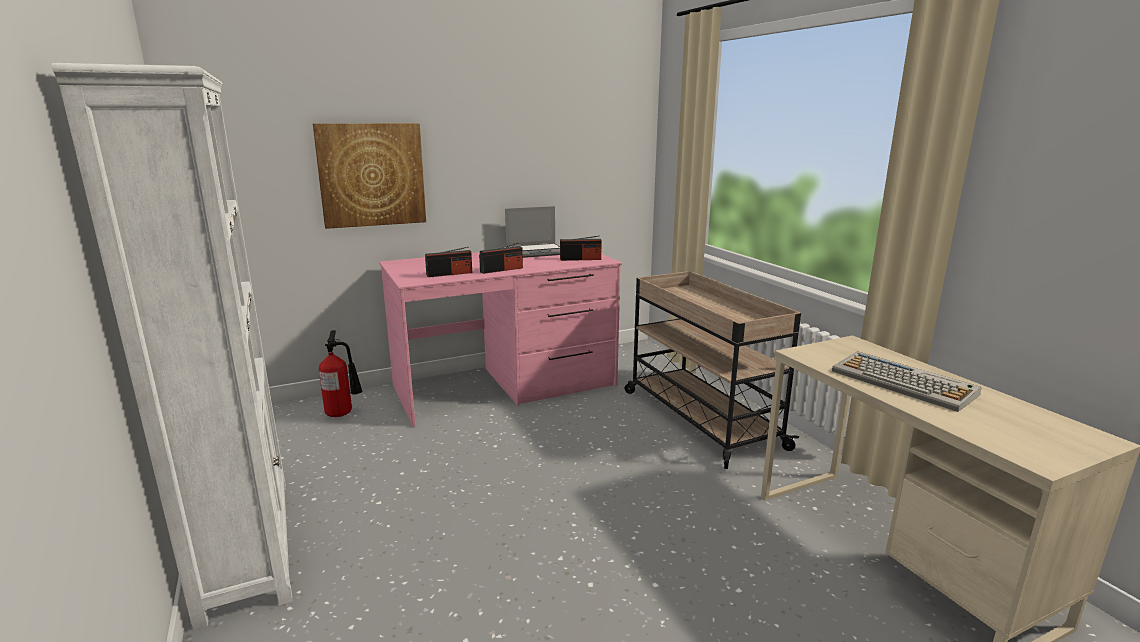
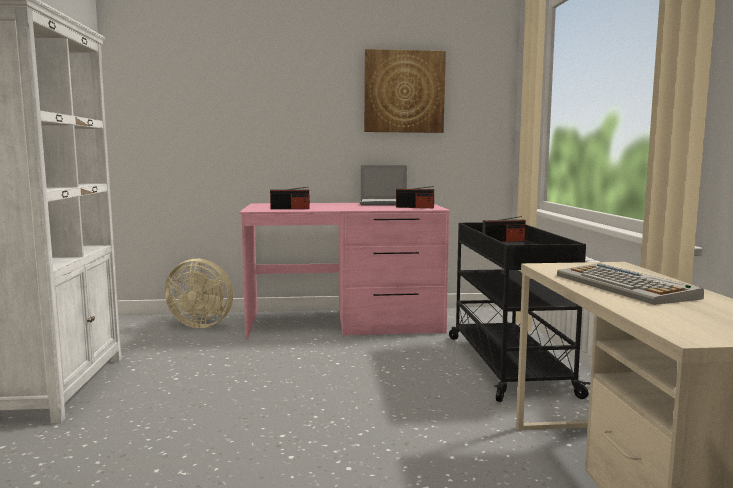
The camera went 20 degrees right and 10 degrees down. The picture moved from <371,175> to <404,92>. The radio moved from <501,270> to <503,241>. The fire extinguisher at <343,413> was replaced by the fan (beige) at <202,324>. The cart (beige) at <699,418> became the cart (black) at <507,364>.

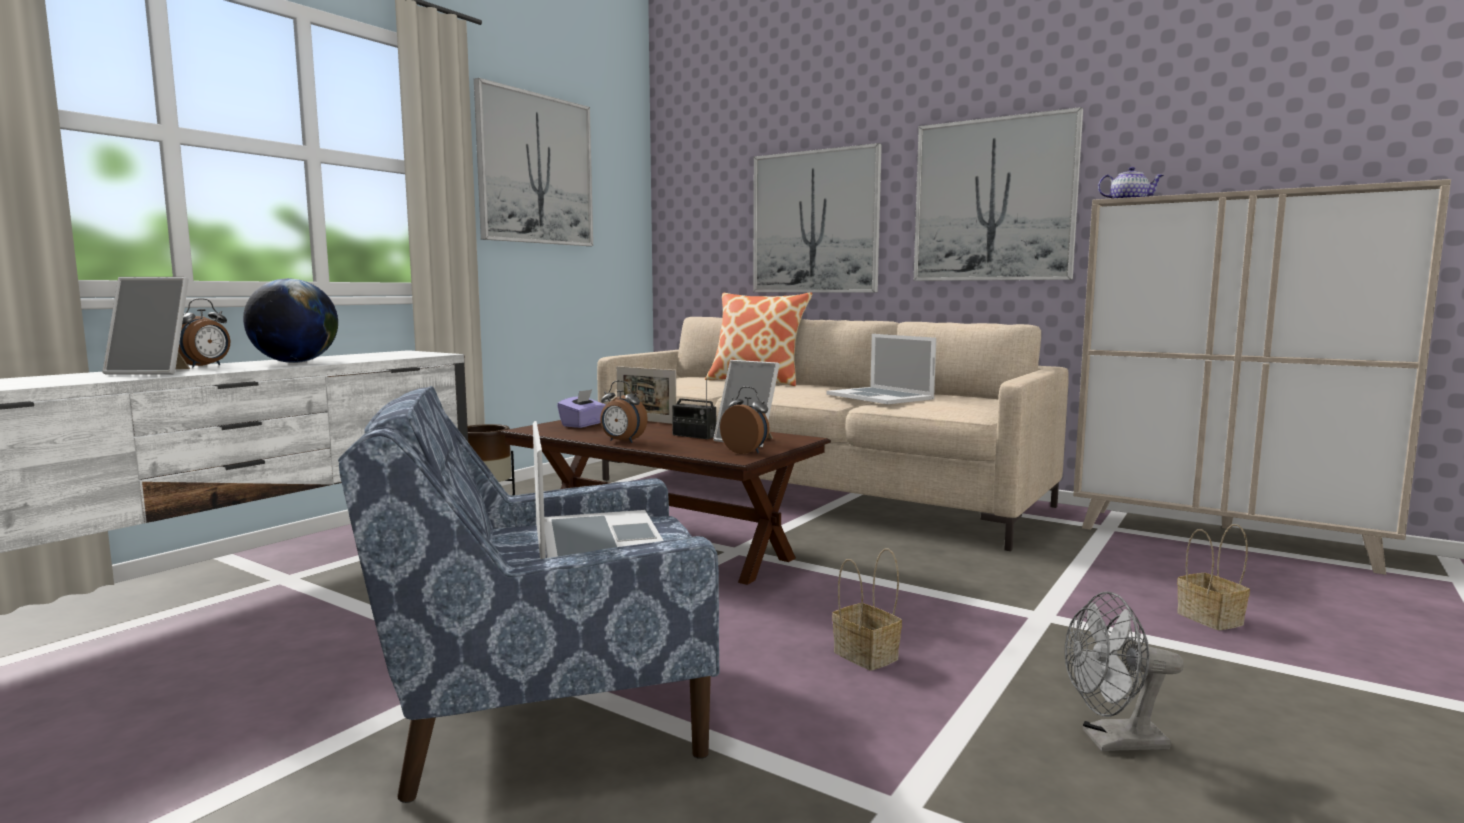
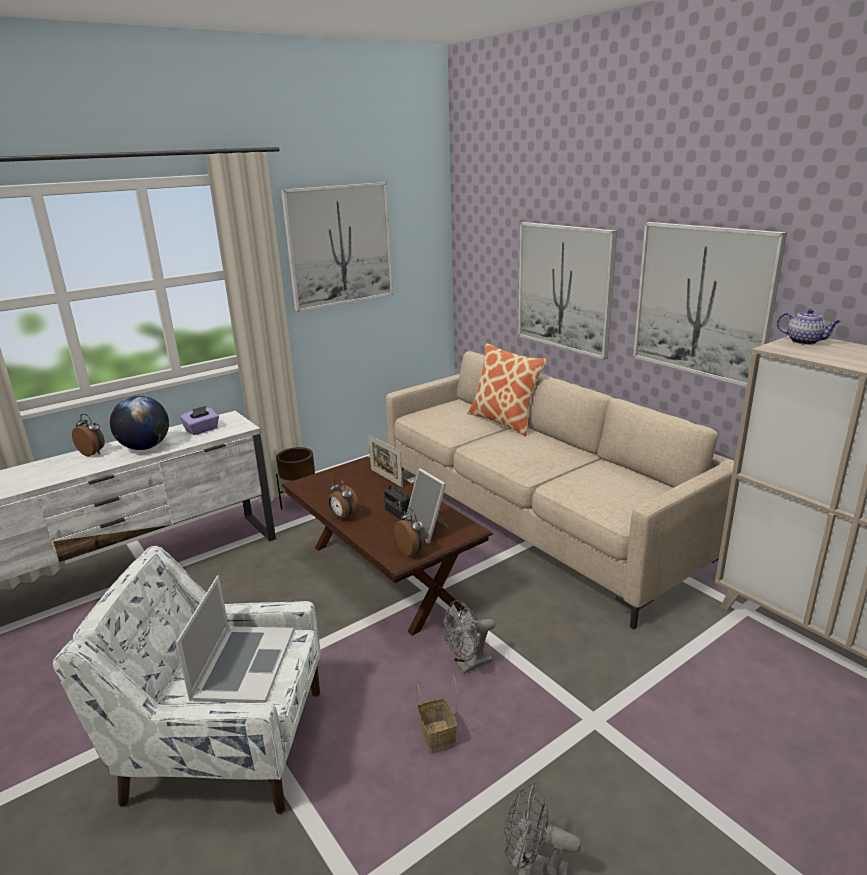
The camera went 20 degrees right and 15 degrees up. The picture frame at <155,372> disappeared. The laptop at <880,396> disappeared. The basket at <1212,619> disappeared. The fan (grey) at <468,664> appeared. The tissue box (purple) moved from <583,425> to <202,430>. The armchair (blue) at <546,710> became the armchair (white) at <224,743>. The alarm clock at <205,366> turned 105 degrees counterclockwise.

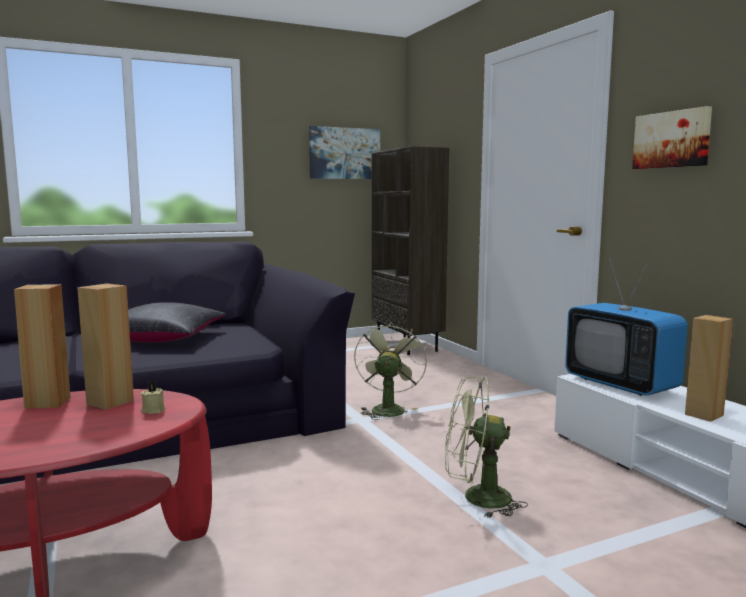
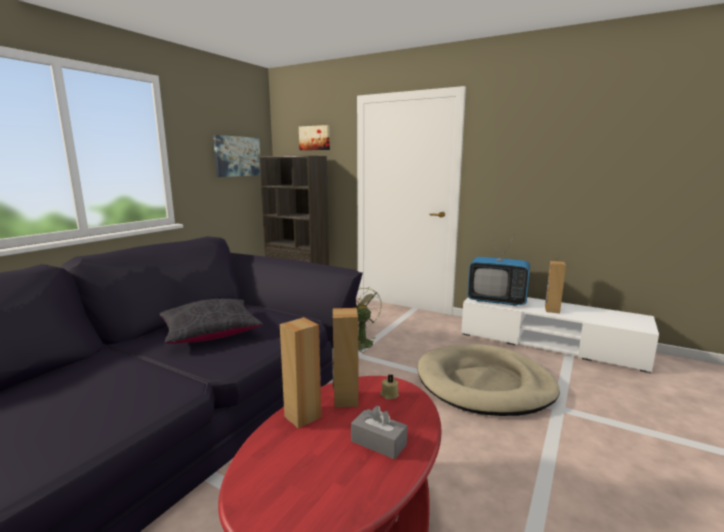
The camera went 35 degrees left and 5 degrees up. The tissue box (grey) at <378,443> appeared. The picture moved from <672,139> to <315,138>. The fan (green) at <476,499> was replaced by the dog bed (beige) at <484,384>.

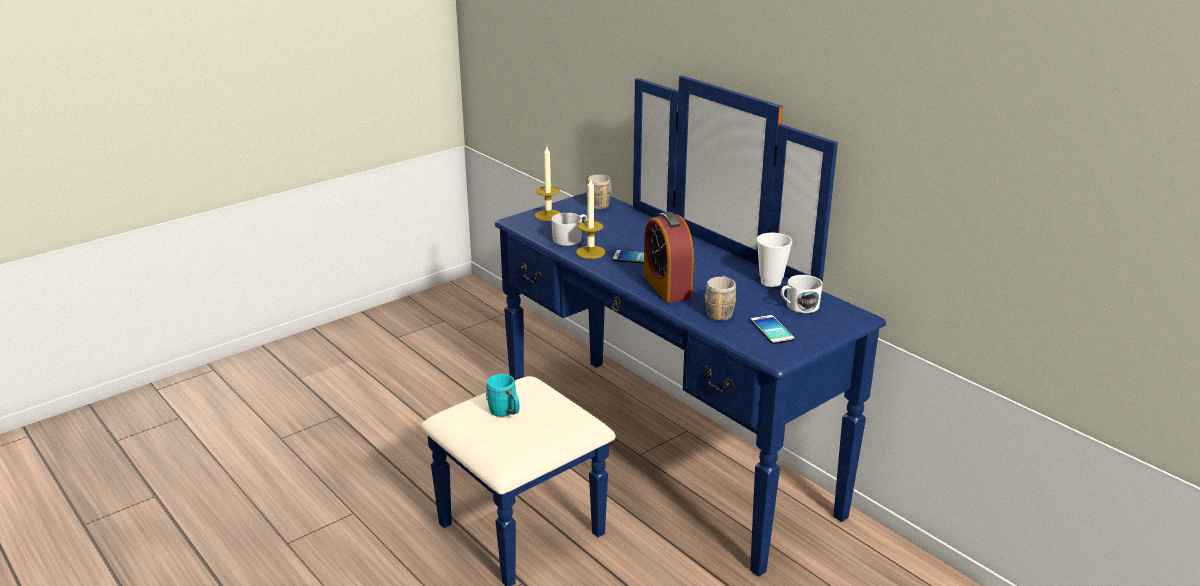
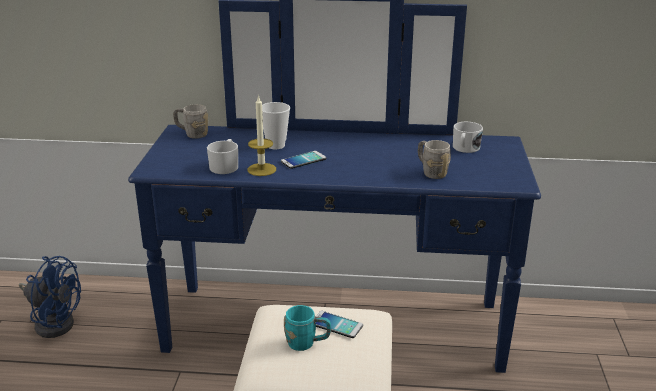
The camera went 45 degrees left and 0 degrees up. The candle at <548,215> disappeared. The alarm clock at <667,287> disappeared. The fan (blue) at <54,322> appeared. The phone moved from <771,330> to <336,325>. The cup moved from <770,282> to <276,145>.

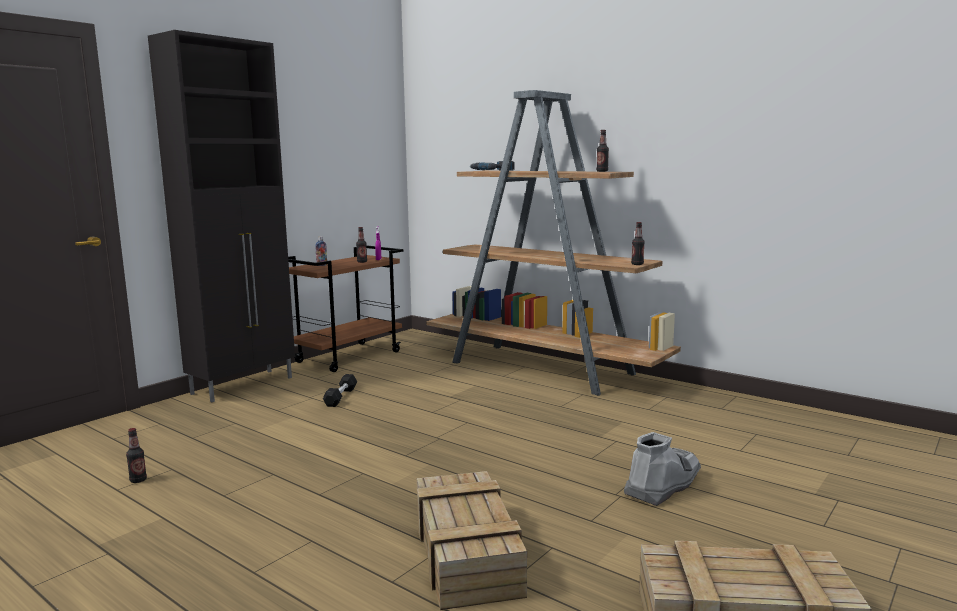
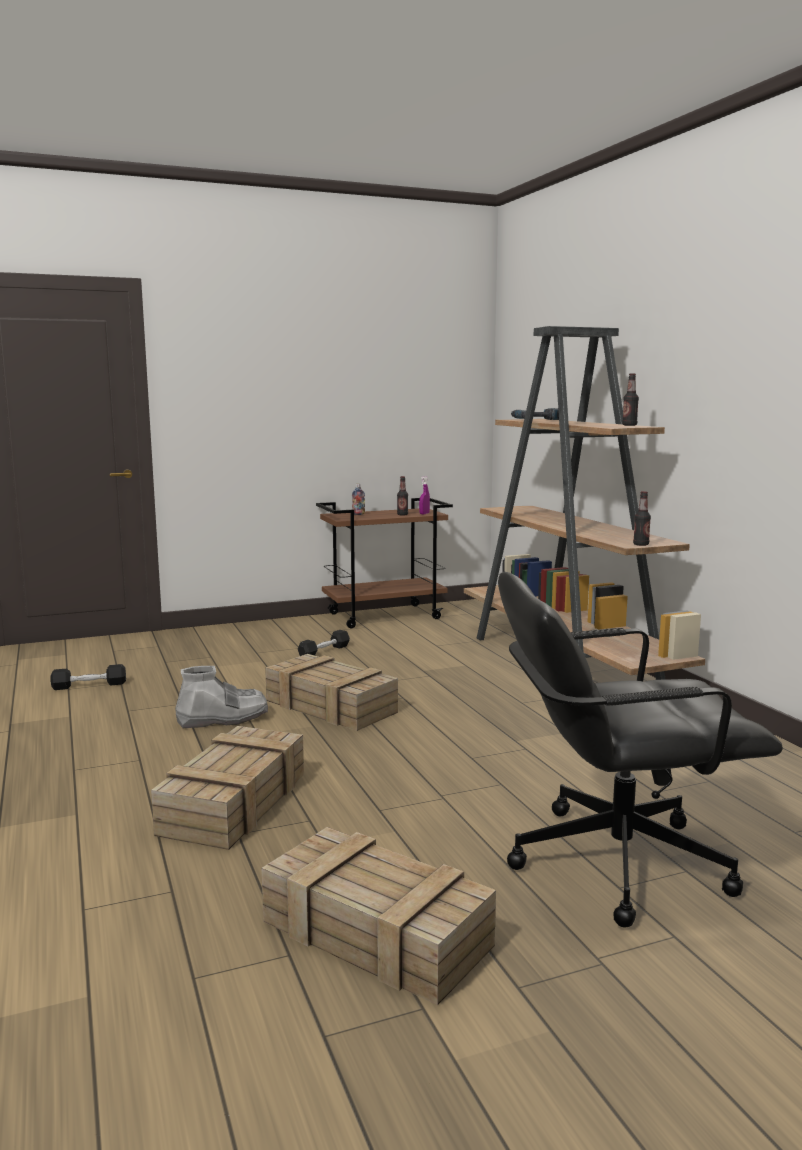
The camera went 30 degrees right and 0 degrees up. The cabinet (black) at <244,385> disappeared. The crate at <333,706> appeared. The office chair (black) at <615,861> appeared. The boot (grey) moved from <662,485> to <223,719>. The bottle at <138,480> was replaced by the dumbbell (black) at <89,685>.

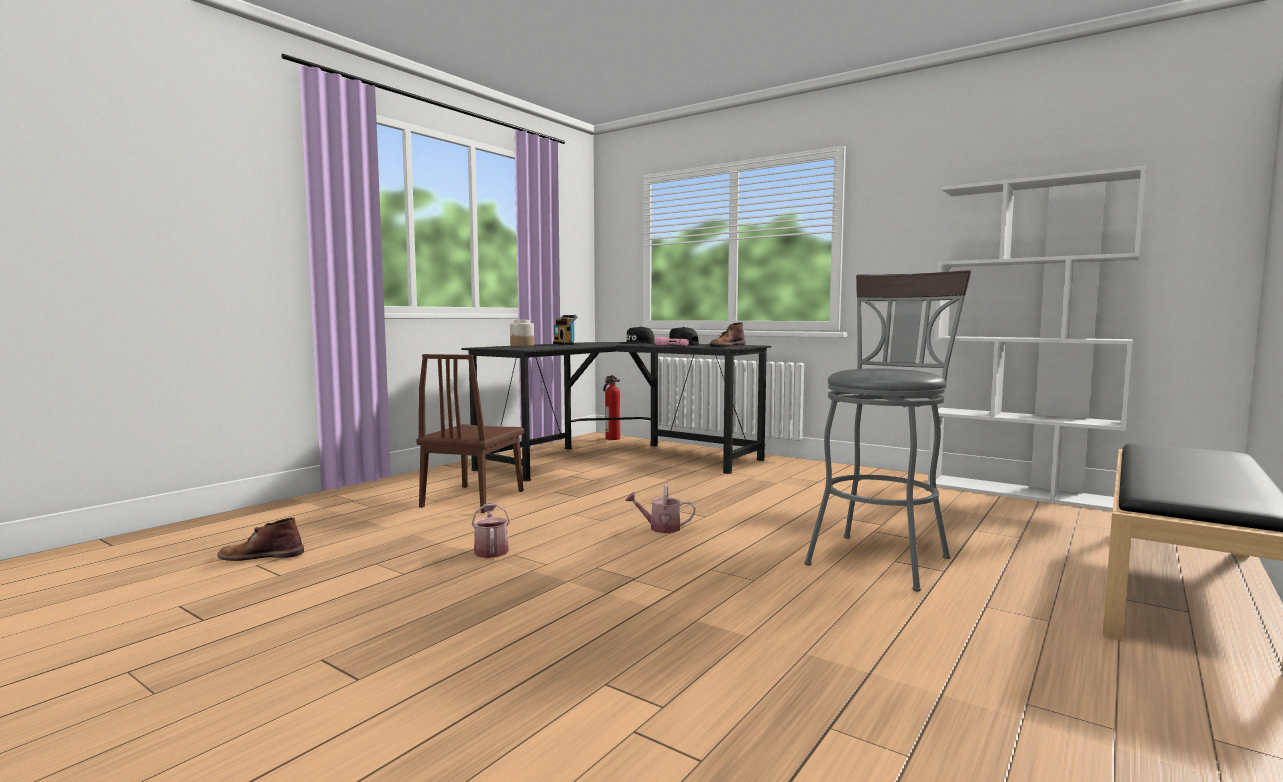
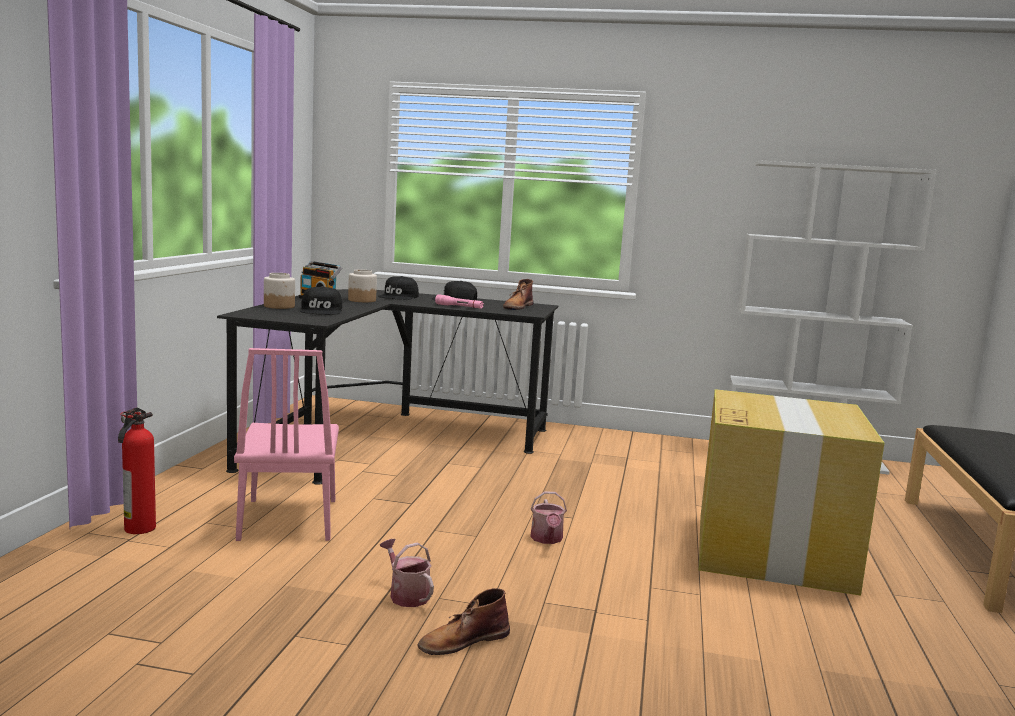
The camera went 25 degrees left and 5 degrees up. The cap (black) at <322,311> appeared. The jar at <361,300> appeared. The boot (brown) moved from <261,555> to <463,641>. The fire extinguisher moved from <612,438> to <138,529>. The stool (grey) at <882,557> was replaced by the cardboard box at <772,550>. The chair (brown) at <473,498> became the chair (pink) at <288,519>. The watering can at <660,528> turned 75 degrees counterclockwise.

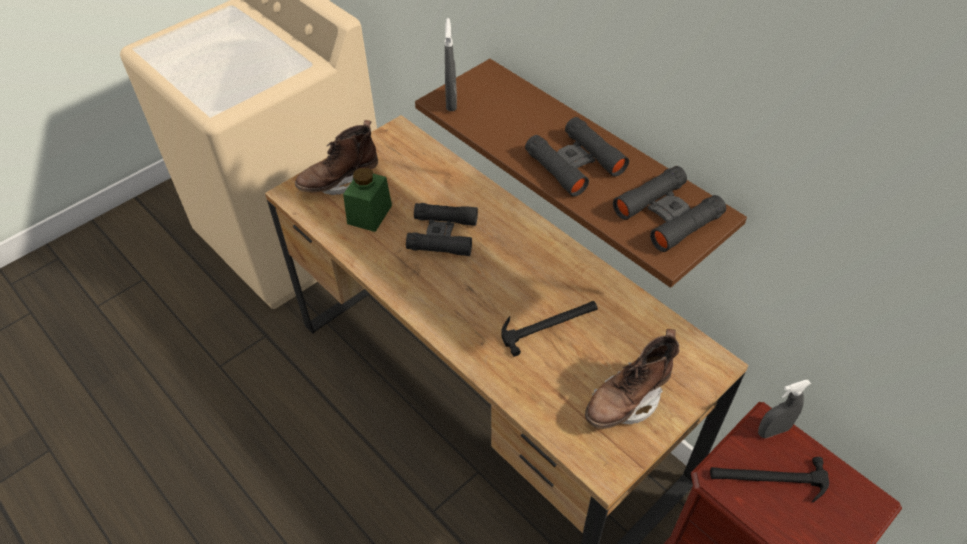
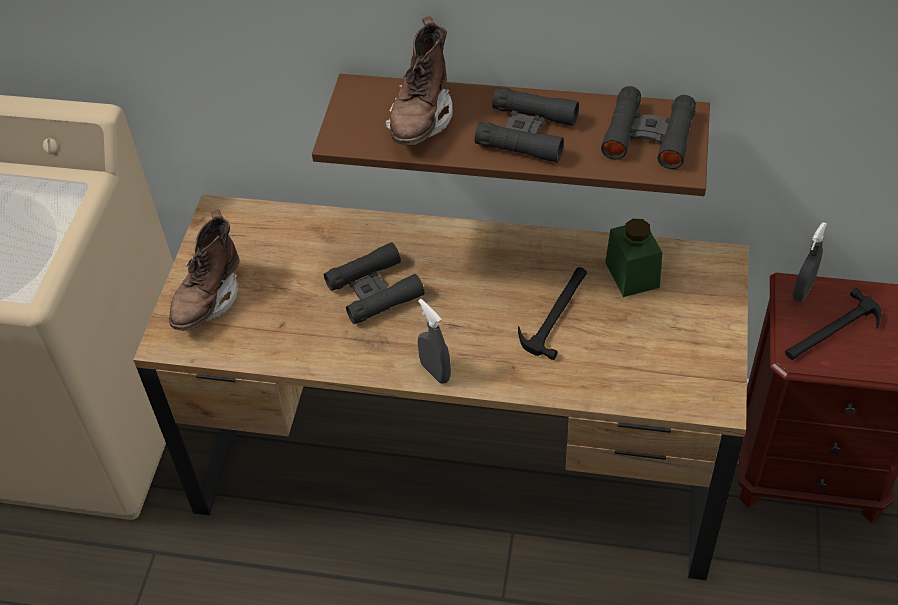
The camera went 35 degrees left and 0 degrees up. The jar (green) moved from <369,214> to <632,274>. The spray bottle (grey) moved from <451,102> to <435,372>. The boot (brown) moved from <627,401> to <421,119>.

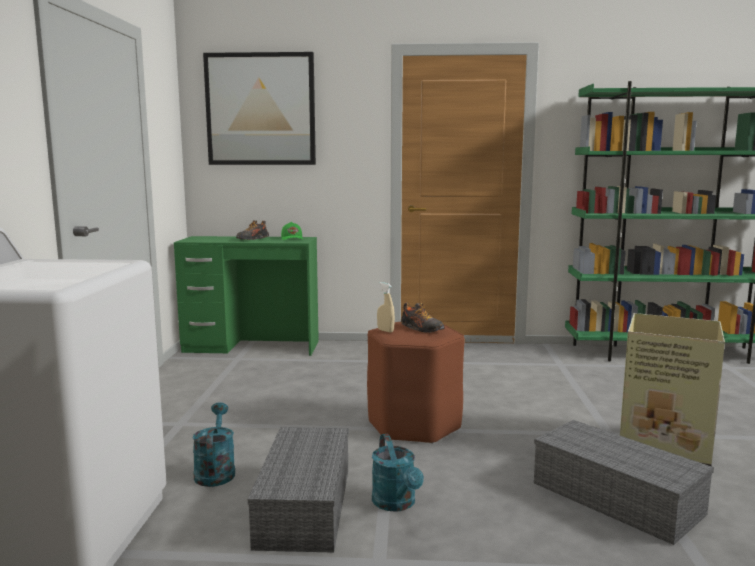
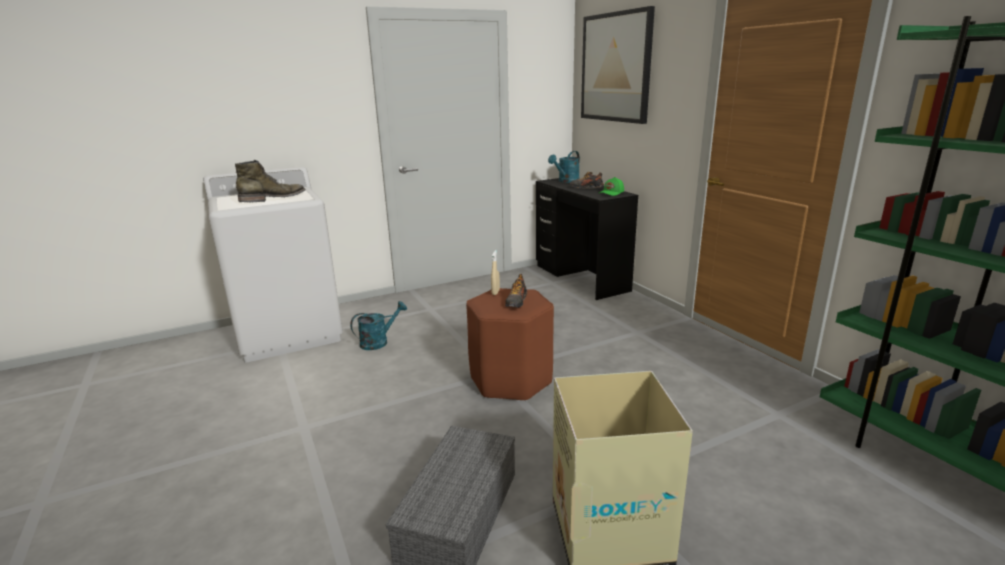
The camera went 60 degrees right and 10 degrees up. The storage box (grey) at <303,505> disappeared. The boot (green) at <274,199> appeared. The watering can (turquoise) moved from <396,504> to <566,181>. The desk (green) at <252,347> became the desk (black) at <581,278>.

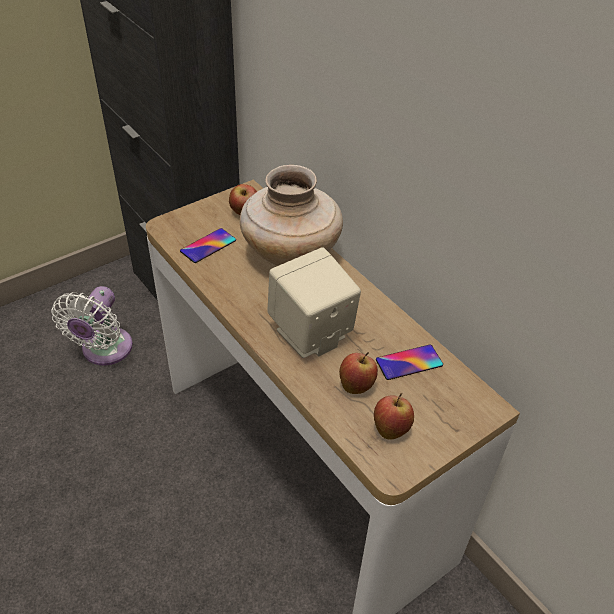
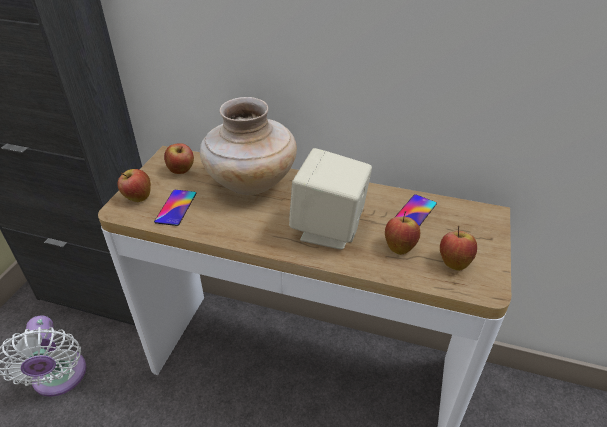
The camera went 35 degrees left and 5 degrees down. The apple at <138,198> appeared.

